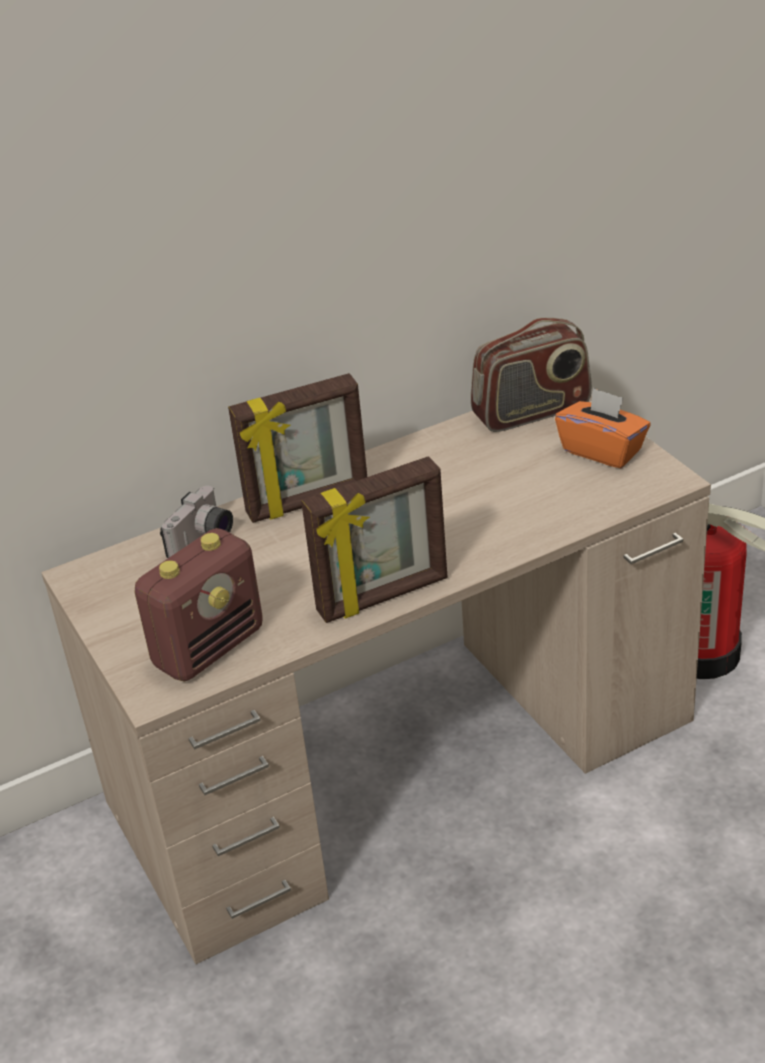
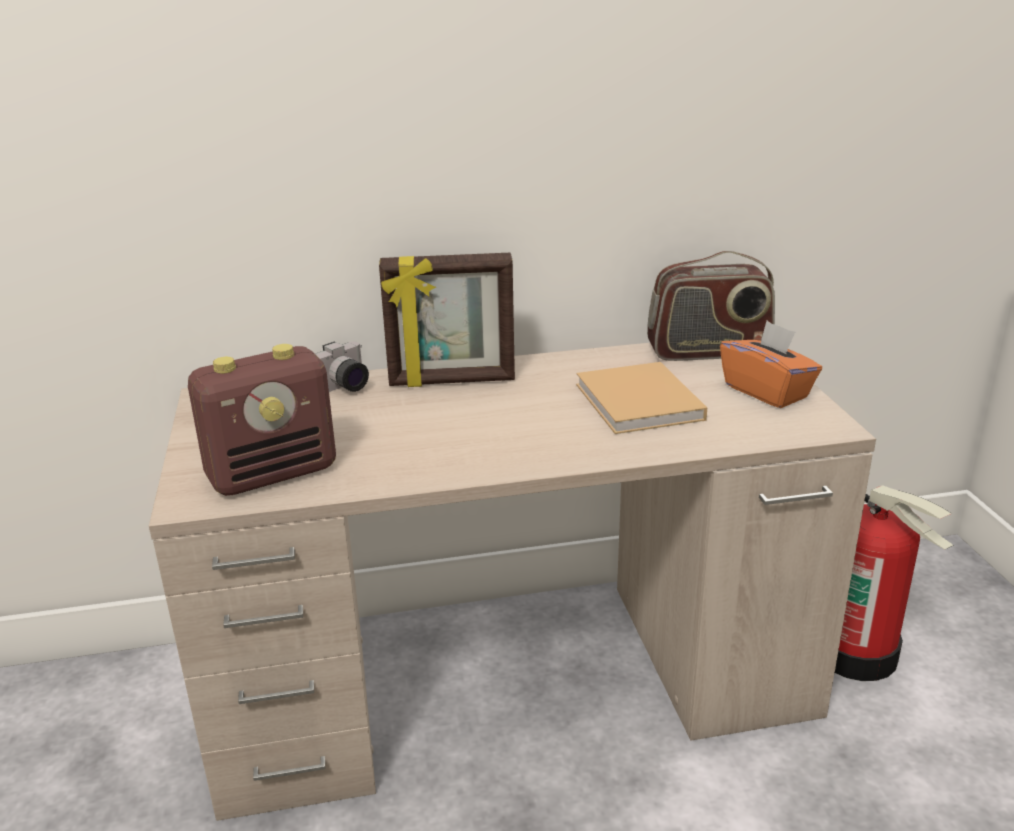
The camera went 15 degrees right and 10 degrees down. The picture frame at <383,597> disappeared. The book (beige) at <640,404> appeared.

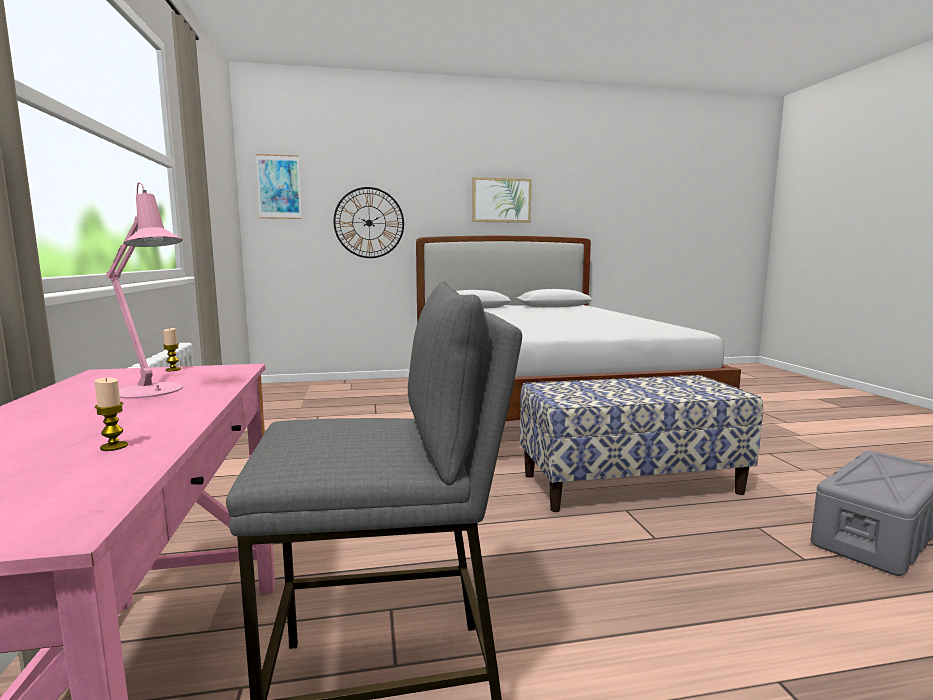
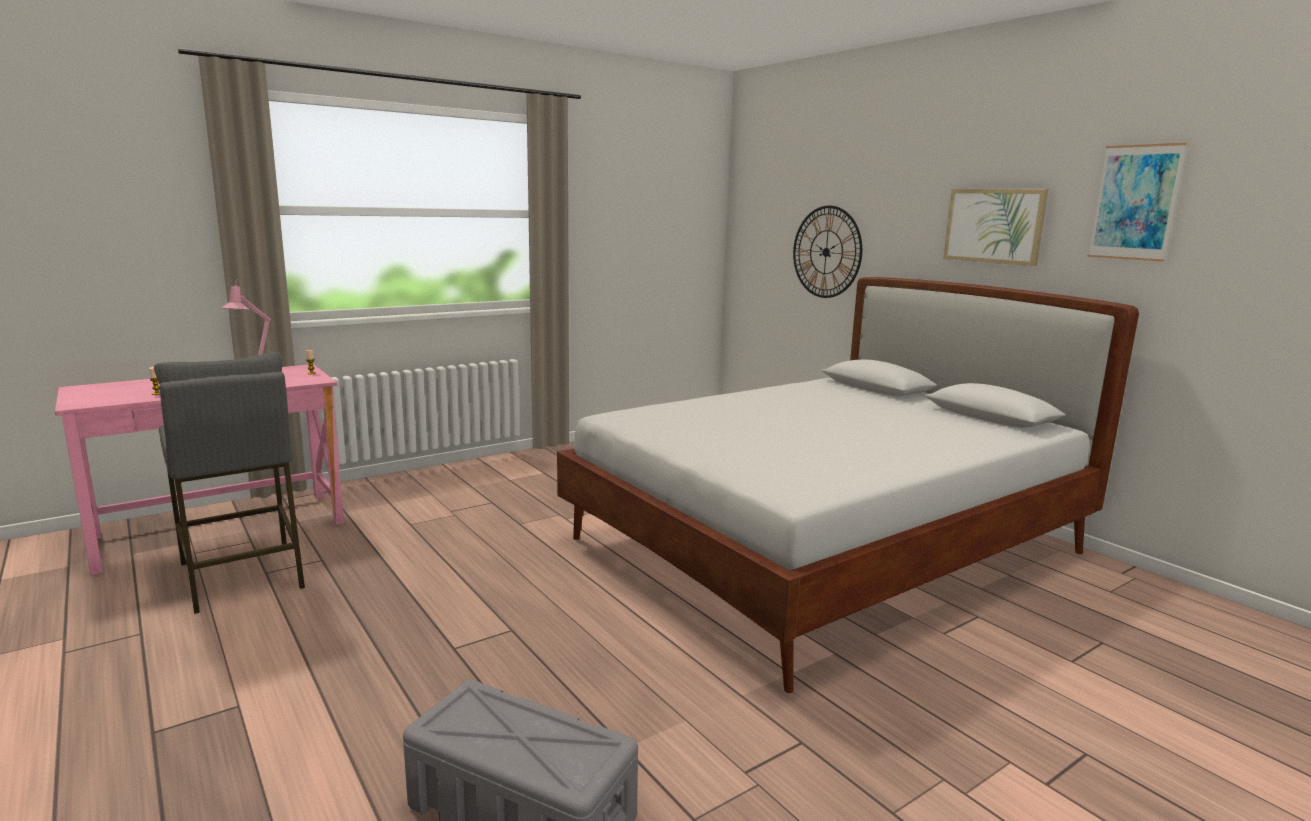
The camera went 65 degrees right and 5 degrees up. The bench at <630,483> disappeared. The picture moved from <279,187> to <1135,202>.

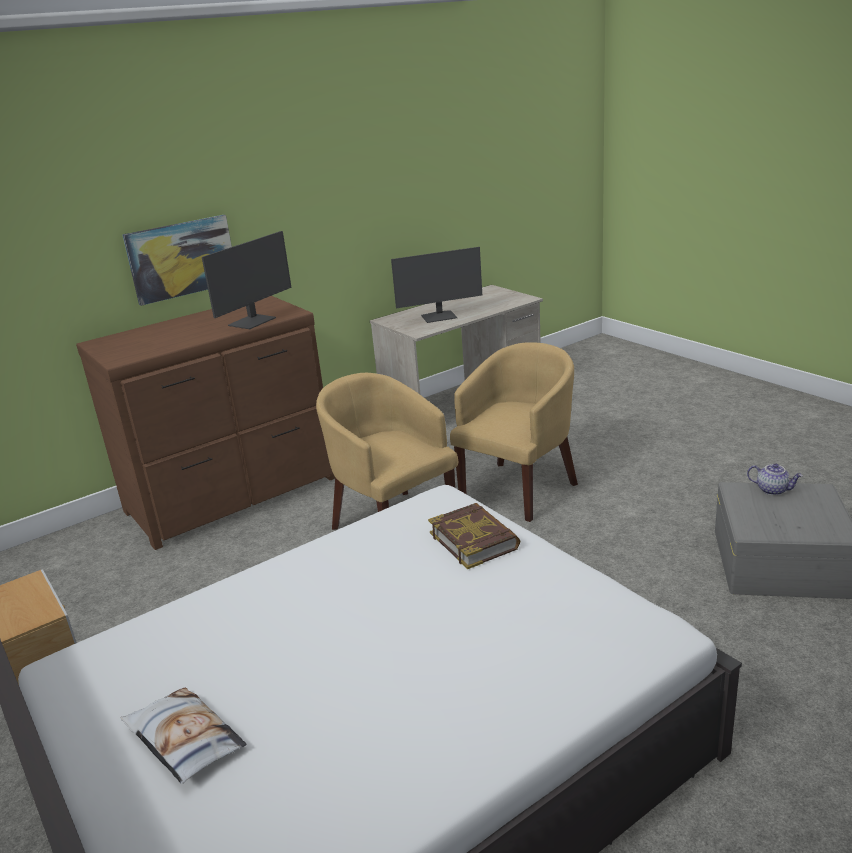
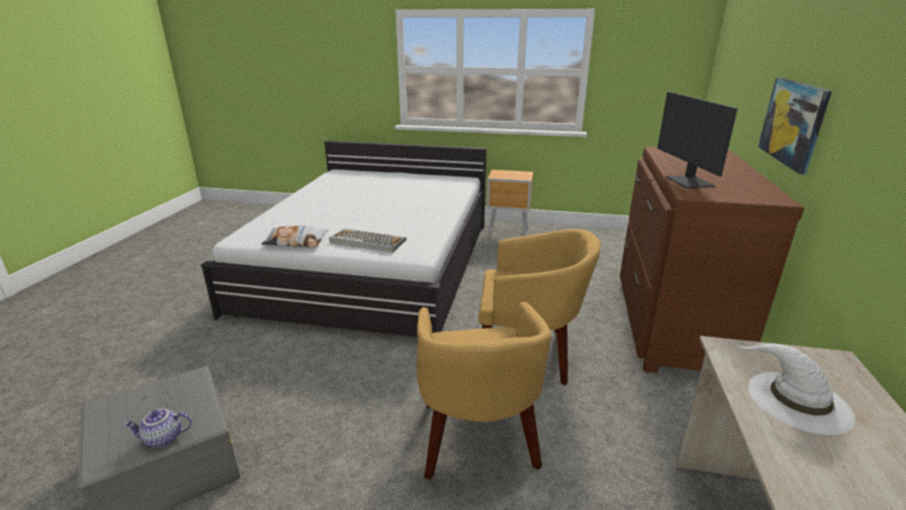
The camera went 135 degrees right and 0 degrees up. The pillow moved from <183,741> to <296,241>. The monitor at <439,317> was replaced by the hat (white) at <797,401>. The book at <474,540> was replaced by the keyboard at <367,241>.

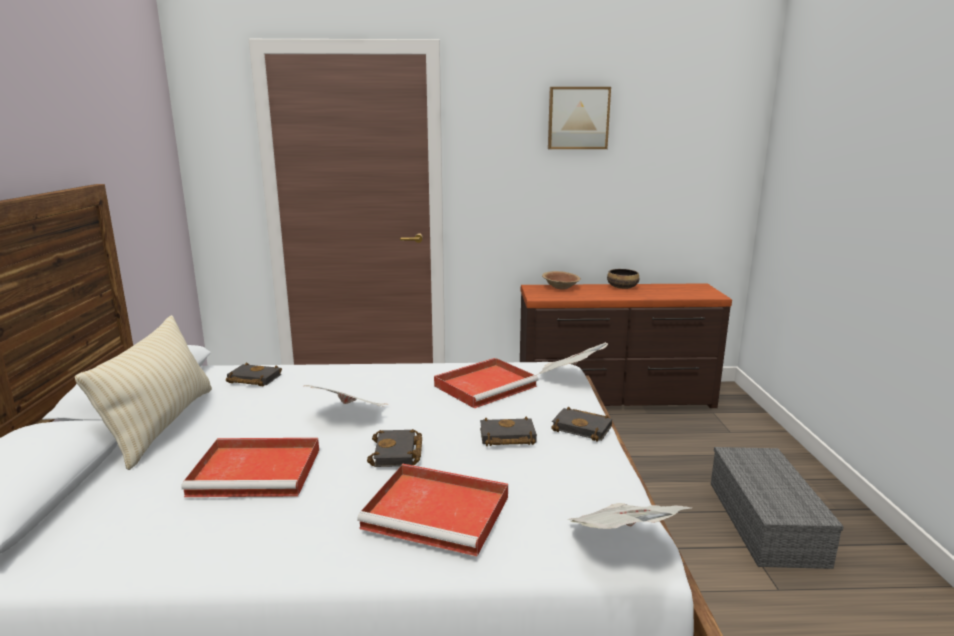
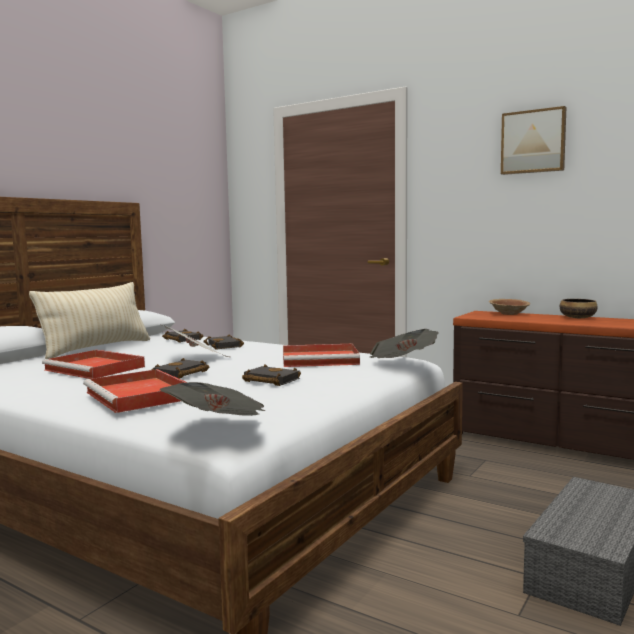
The camera went 35 degrees right and 10 degrees down. The book (black) moved from <583,428> to <225,346>.

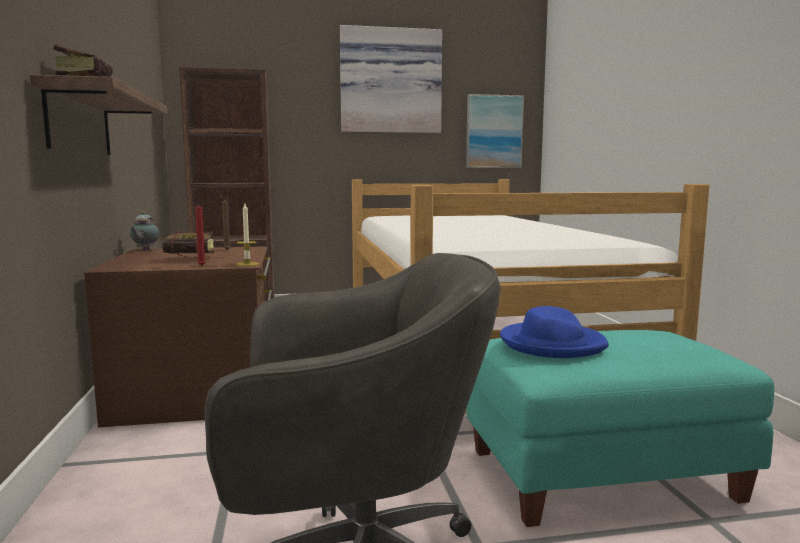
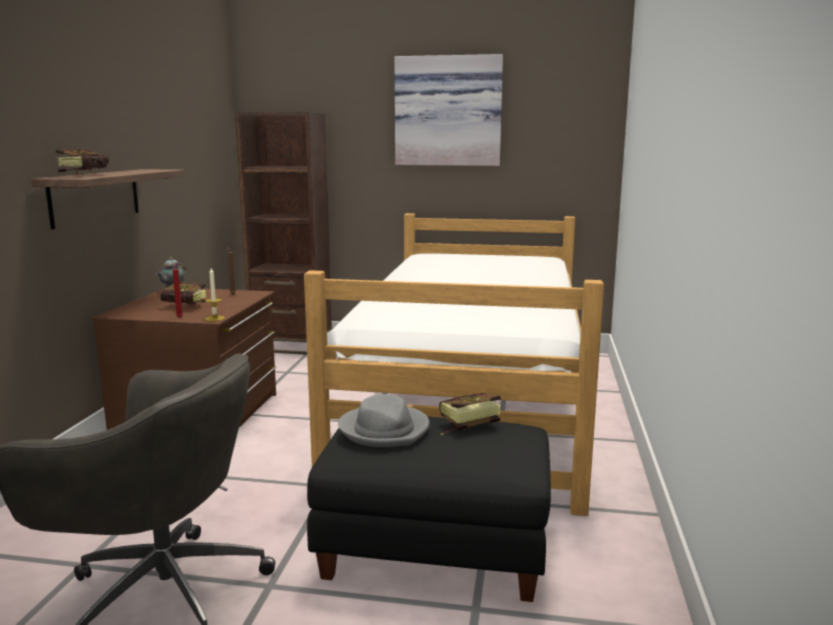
The camera went 20 degrees right and 5 degrees up. The picture at <494,132> disappeared. The book at <464,425> appeared. The ottoman (turquoise) at <601,473> became the ottoman (black) at <436,549>. The hat (blue) at <551,344> became the hat (grey) at <384,429>.

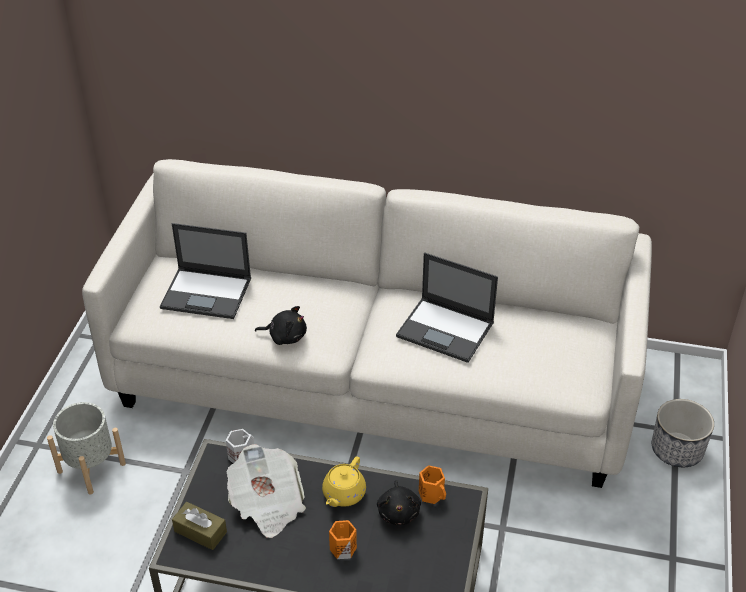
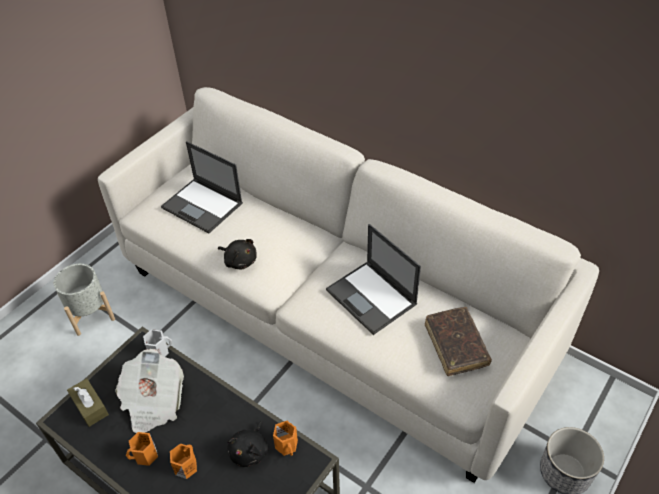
The camera went 25 degrees right and 5 degrees up. The teapot (yellow) at <343,494> disappeared. The mug (orange) at <145,456> appeared. The book (brown) at <456,345> appeared.

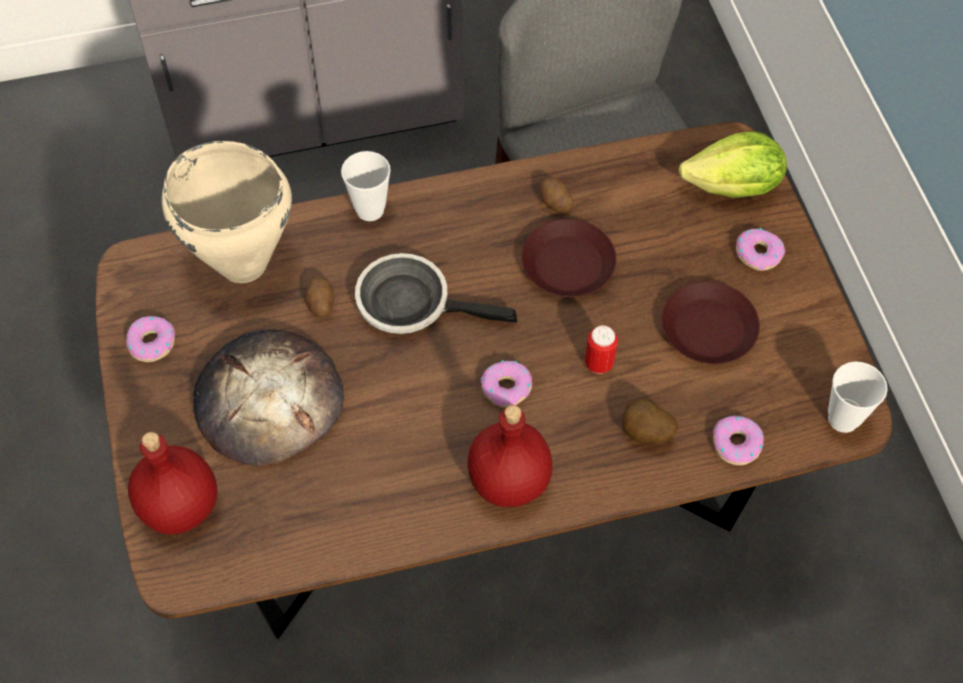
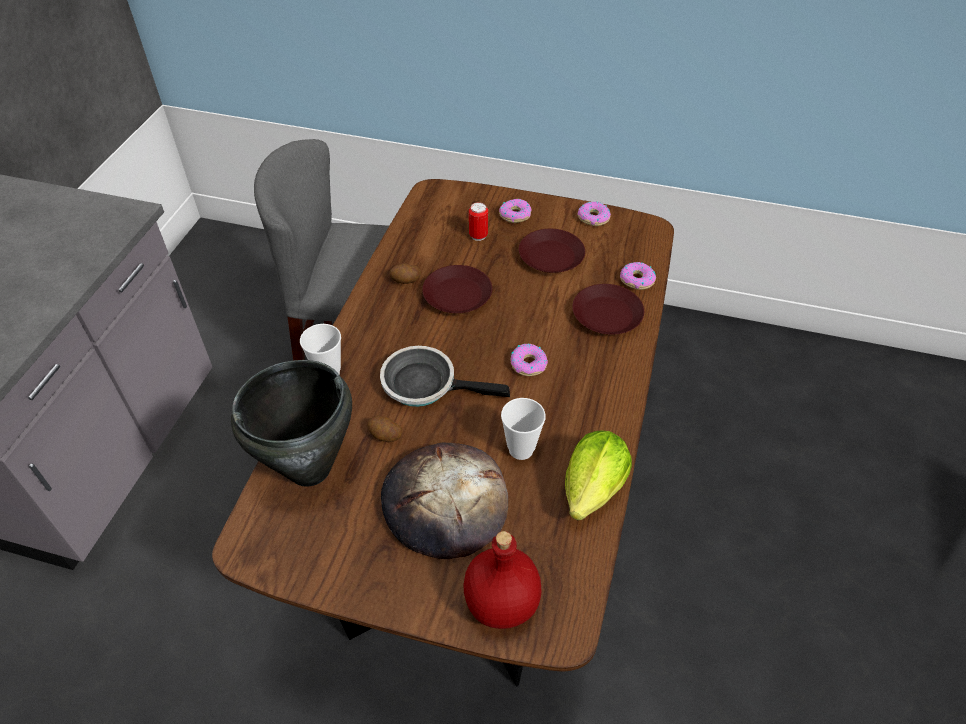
The camera went 60 degrees left and 10 degrees down. The bottle (red) at <510,481> disappeared. The donut moved from <151,343> to <593,218>. The can moved from <599,364> to <478,236>. The lettuce moved from <733,188> to <593,488>. The cup moved from <843,419> to <521,449>. The potato at <645,434> was replaced by the plate (brown) at <606,315>. The cooking pot (beige) at <243,265> became the cooking pot (black) at <310,469>. The frying pan at <411,303> turned 60 degrees clockwise.

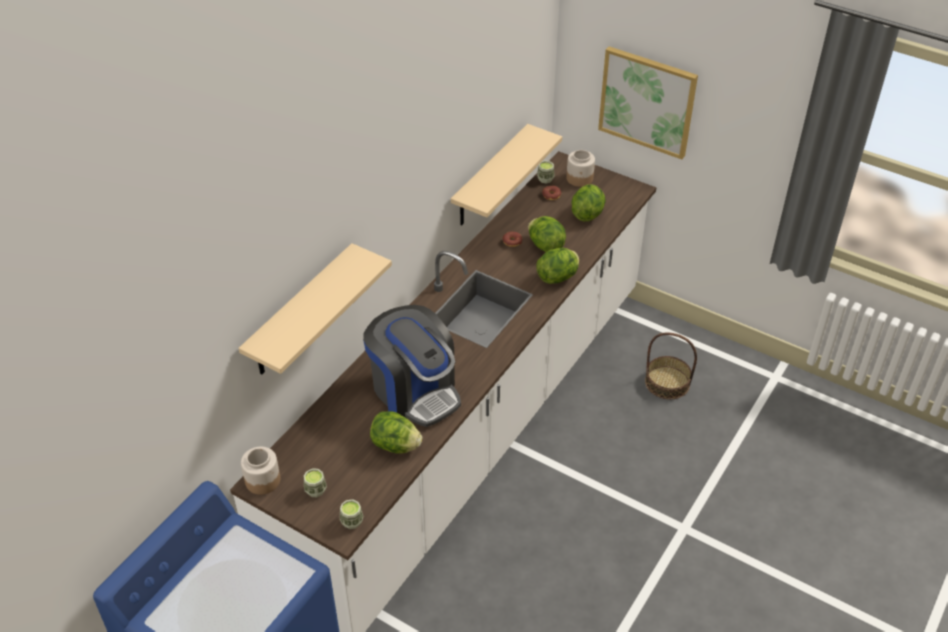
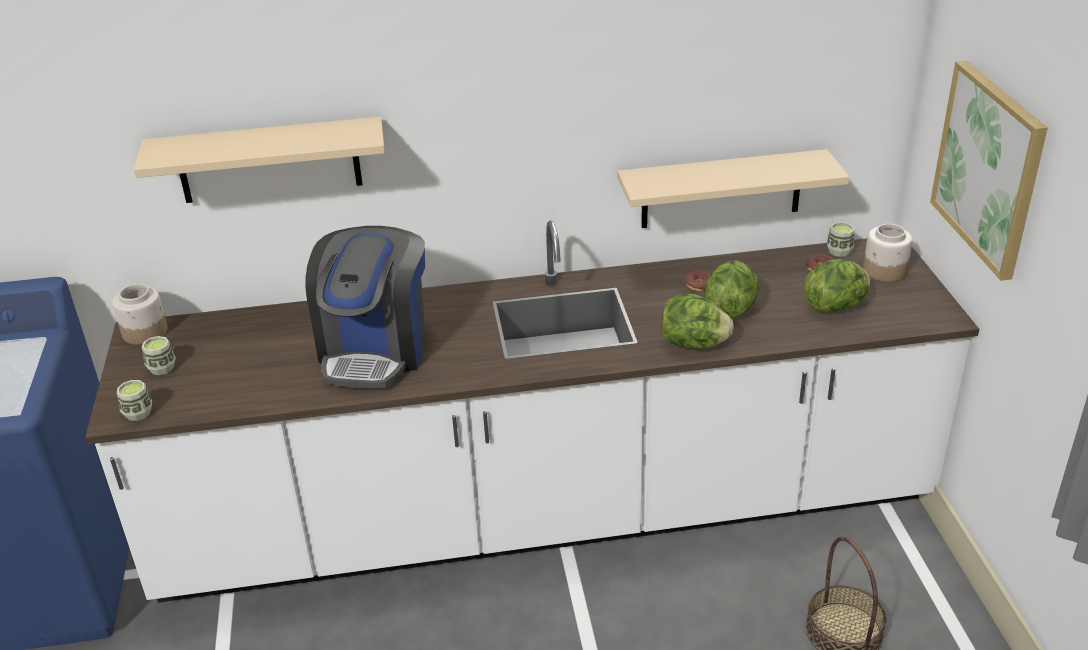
The camera went 50 degrees right and 10 degrees down. The lettuce at <395,445> disappeared.

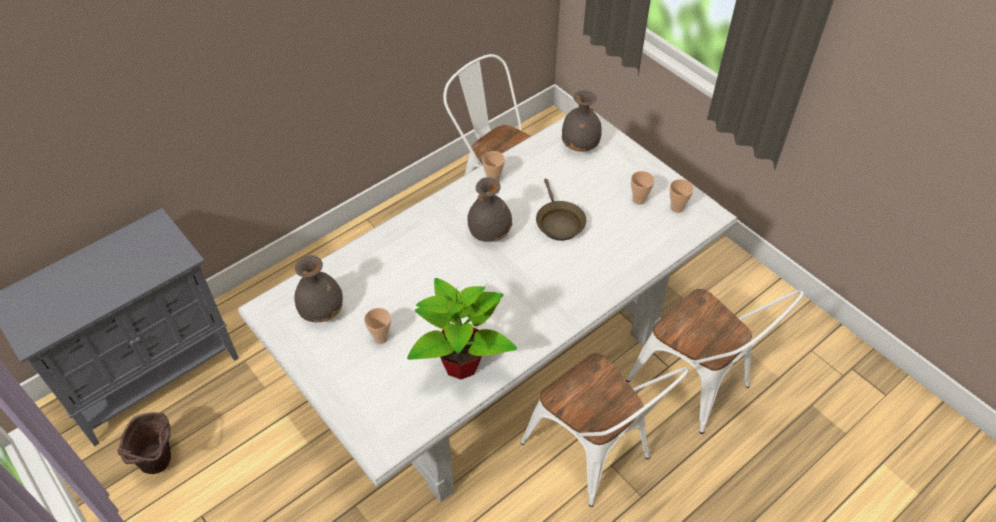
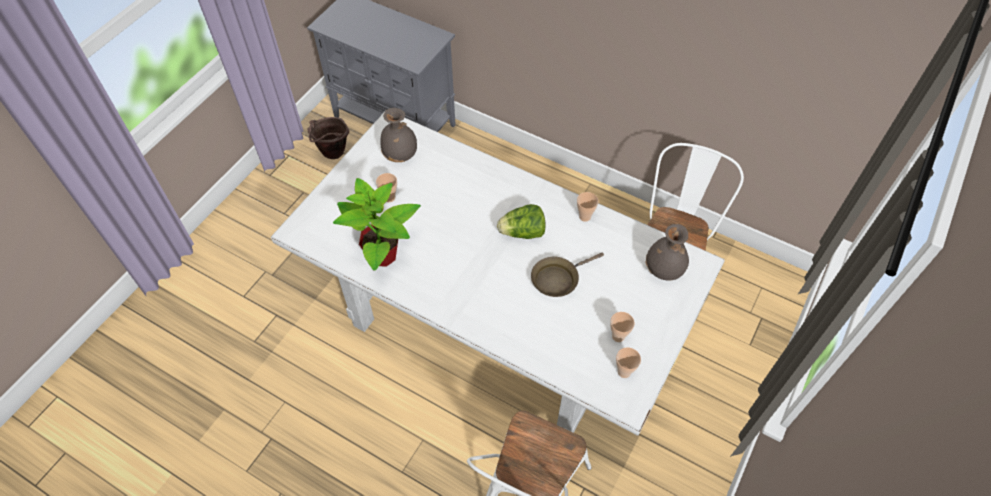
The camera went 70 degrees right and 5 degrees up. The chair (white) at <594,454> disappeared. The vase (grey) at <489,232> was replaced by the lettuce at <522,232>.

